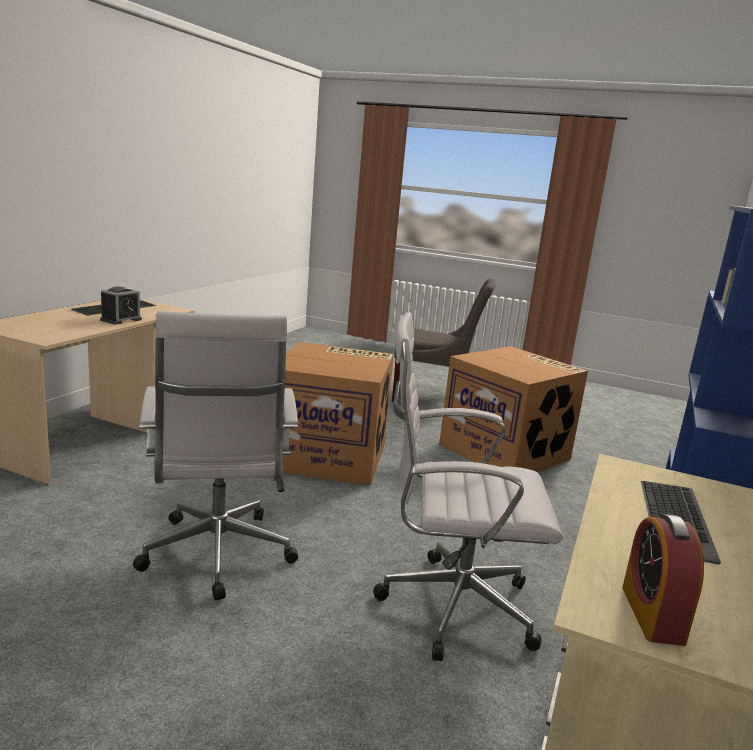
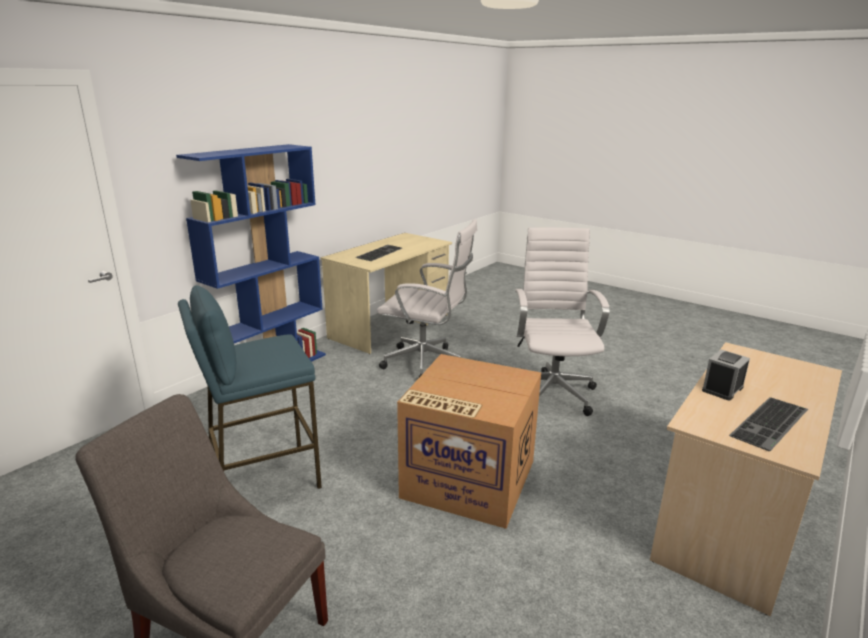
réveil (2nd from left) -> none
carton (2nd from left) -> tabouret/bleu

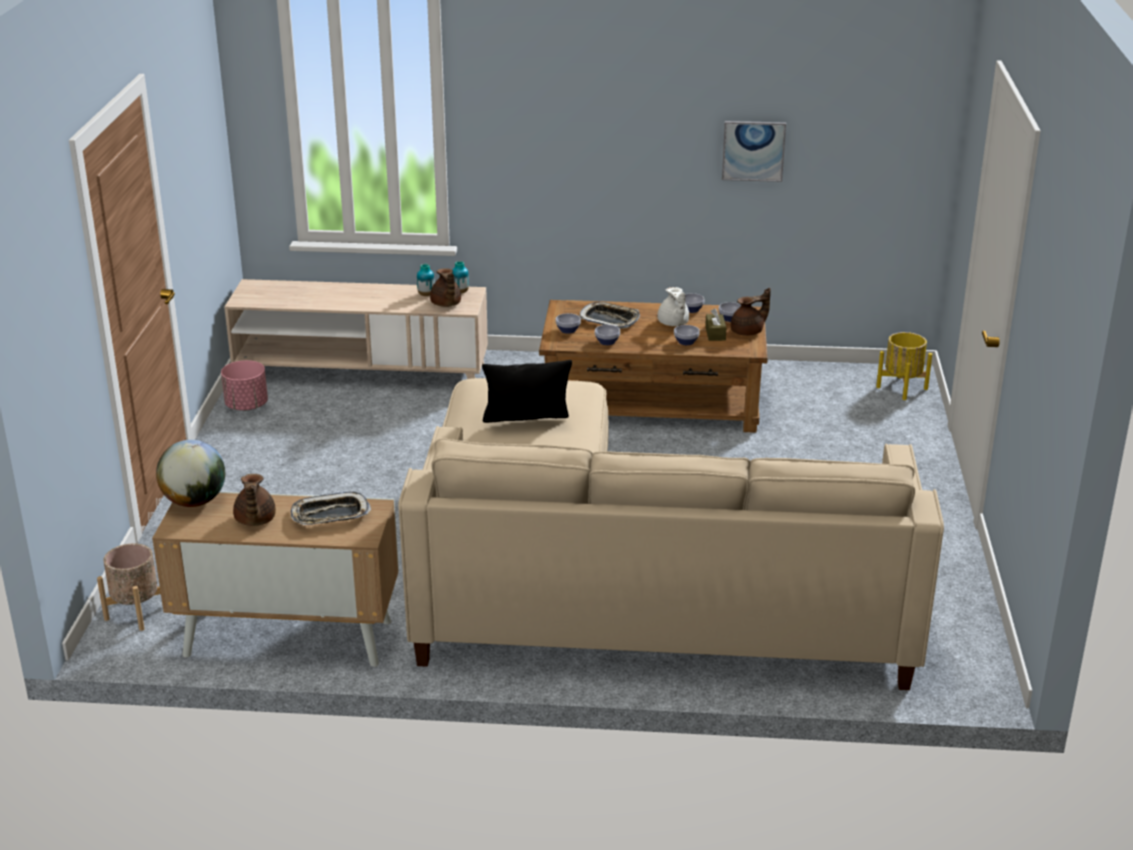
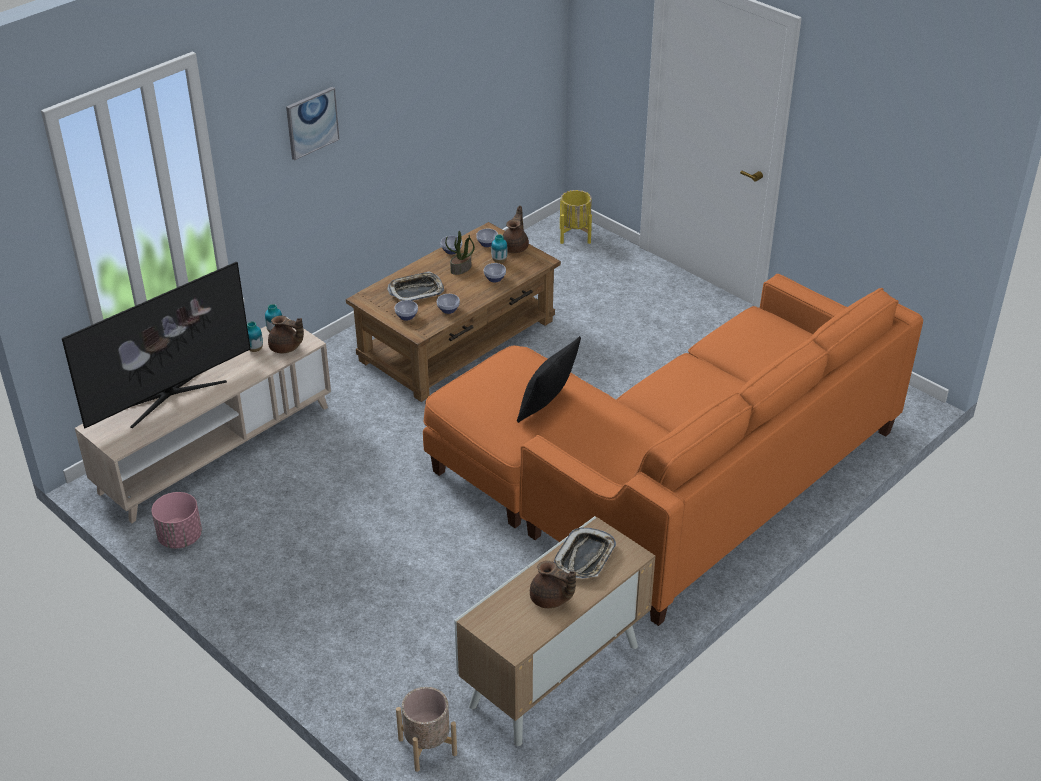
globe -> none
none -> téléviseur
tableau, moved
théière/blanc -> plante en pot
boîte à mouchoirs/marron -> vase (3rd from left)
canapé/beige -> canapé/orange

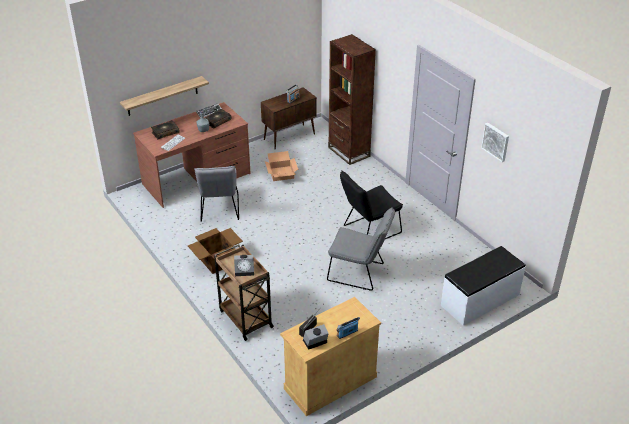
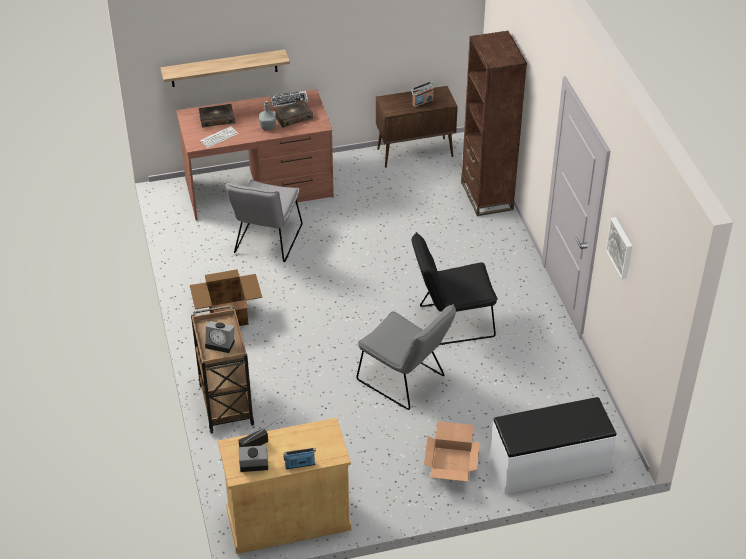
carton (2nd from left), moved

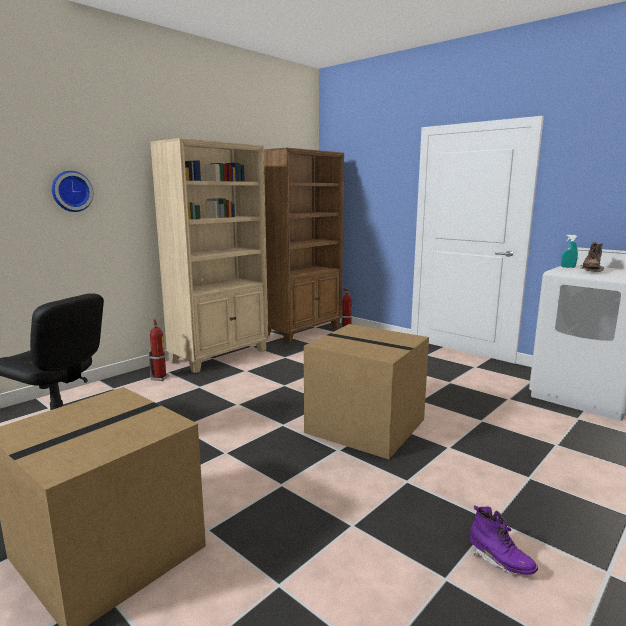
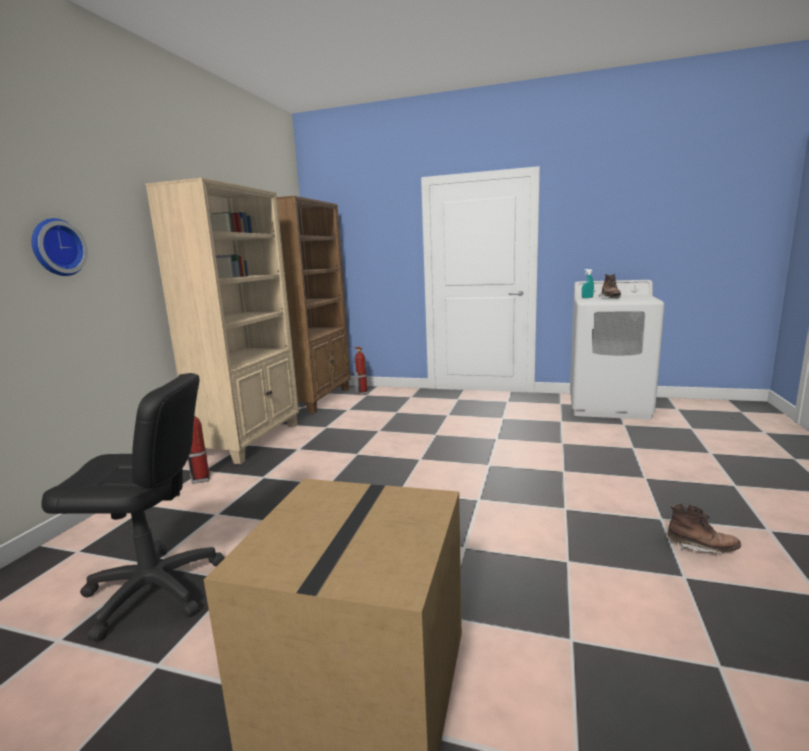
carton (2nd from left) -> none
botte/violet -> botte/marron (2nd from left)

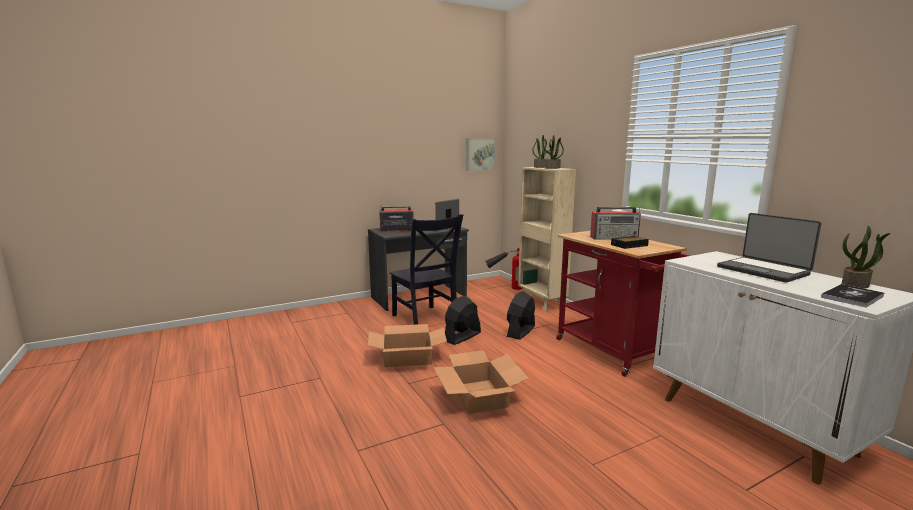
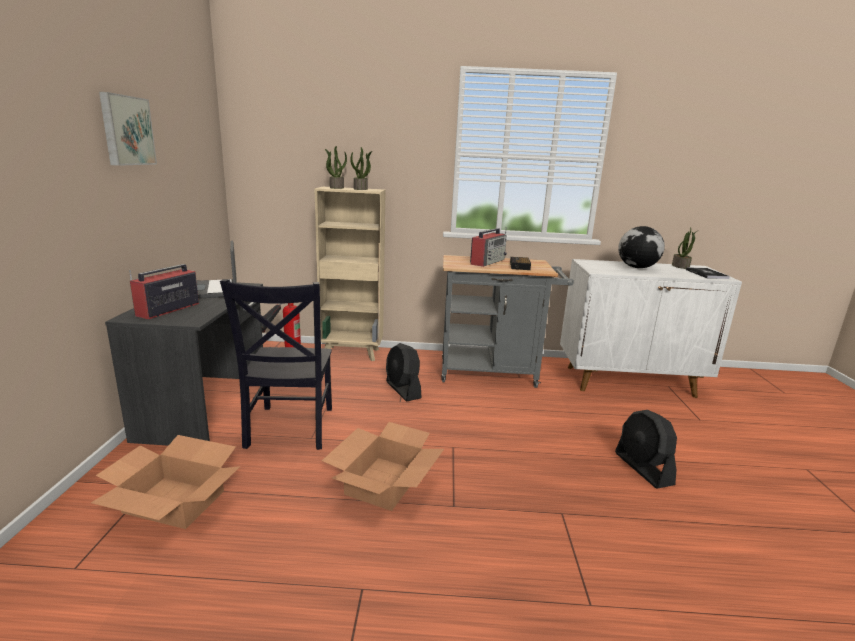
carton (2nd from left in the first image) -> carton (1st from left), moved
ventilateur/noir (1st from left in the first image) -> ventilateur/noir (2nd from left), moved
tableau, moved
ordinateur portable (2nd from left) -> globe
chariot/rouge -> chariot/gris
chaise/noir, 90 degrees clockwise

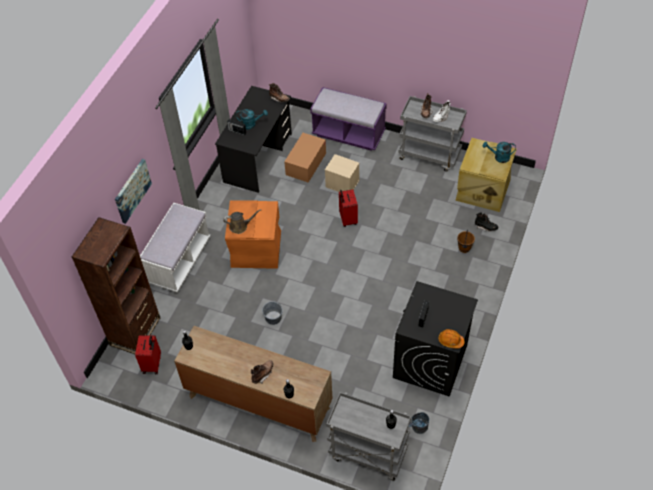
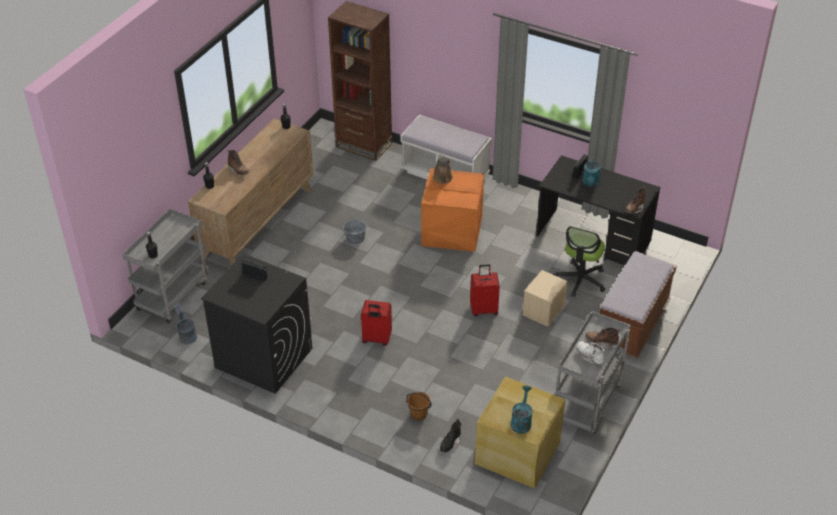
tableau -> none
casque de chantier/orange -> none
valise/rouge (1st from left), moved
carton -> chaise de bureau
banc/violet -> banc/marron

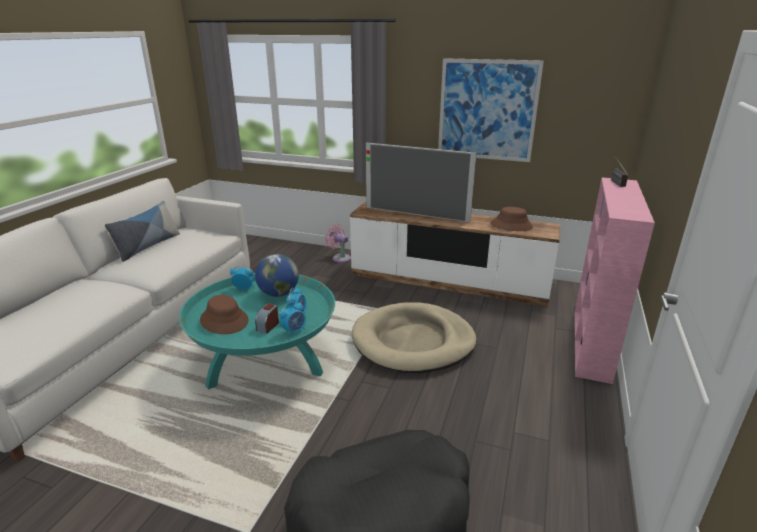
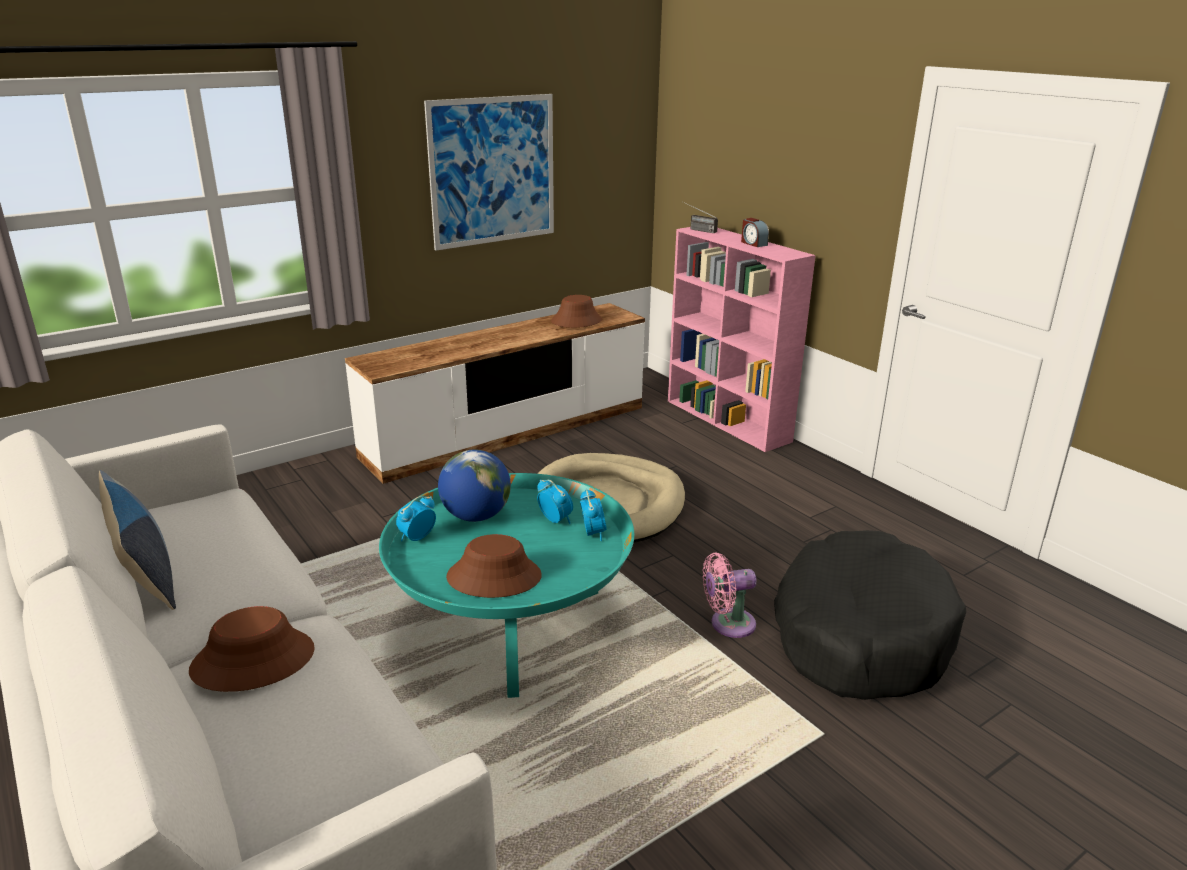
téléviseur -> none
none -> chapeau/marron (1st from left)
réveil (2nd from left in the first image) -> réveil (4th from left), moved
ventilateur/rose, moved

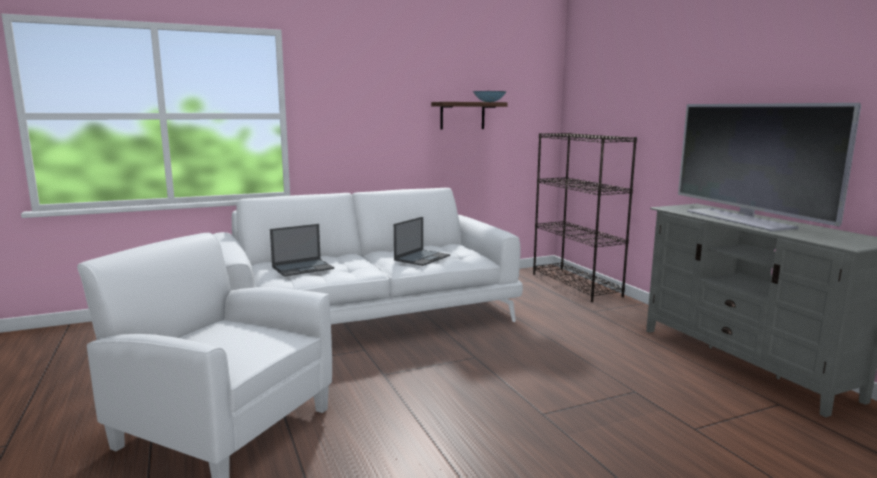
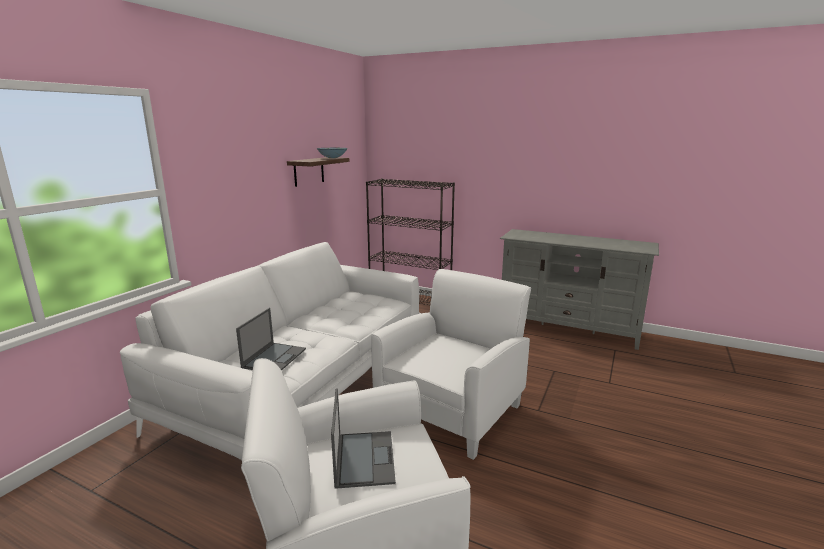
téléviseur -> none
none -> fauteuil/blanc (2nd from left)
ordinateur portable (2nd from left), moved

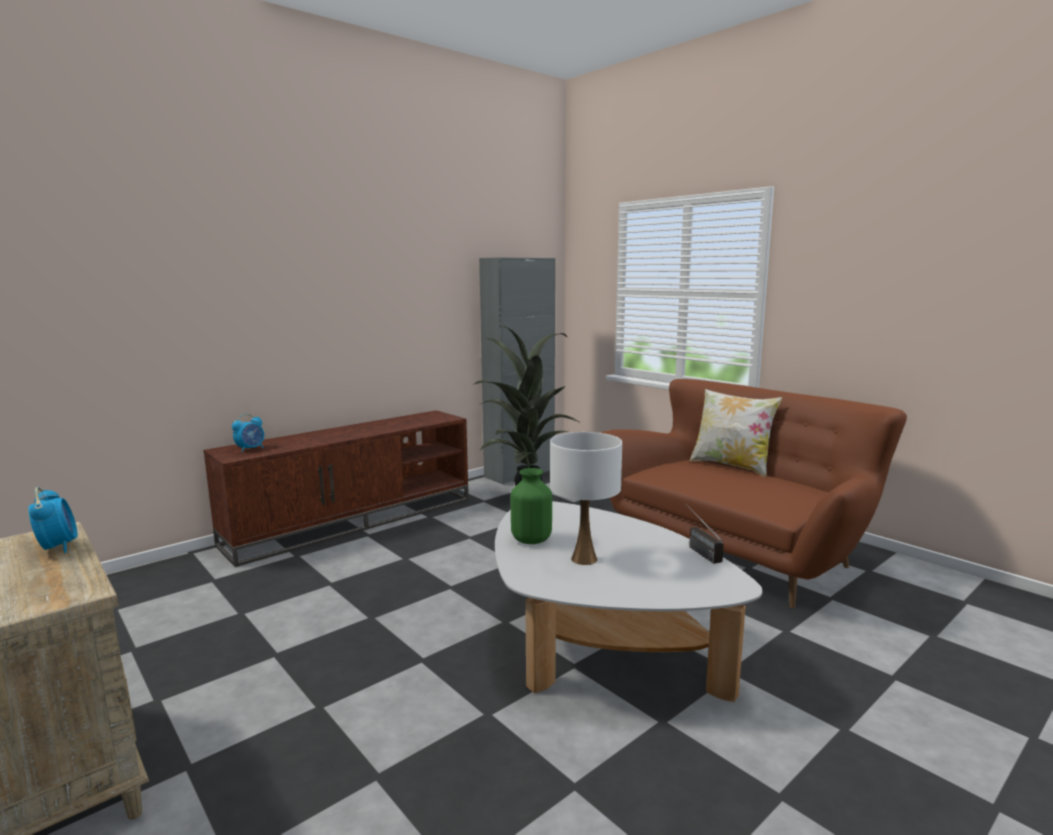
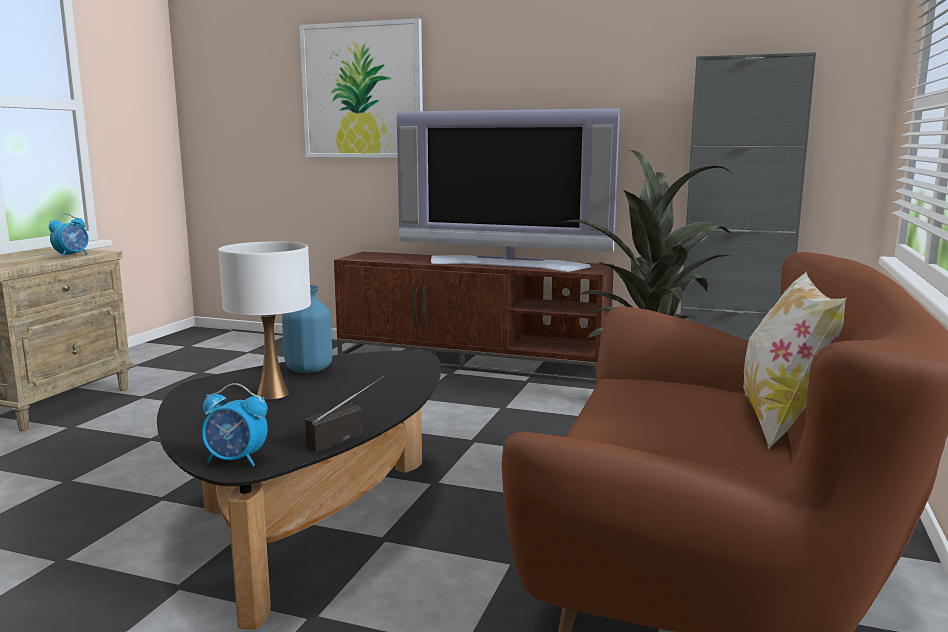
none -> tableau
none -> téléviseur
réveil (2nd from left), moved
table basse/blanc -> table basse/noir
vase/vert -> vase/bleu

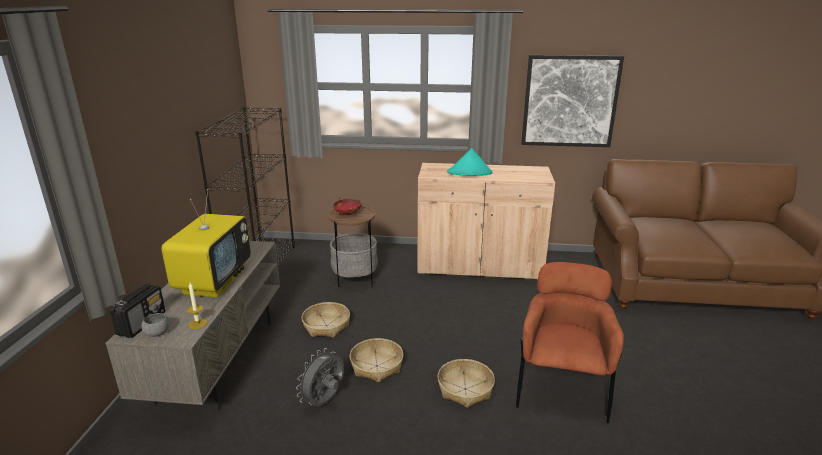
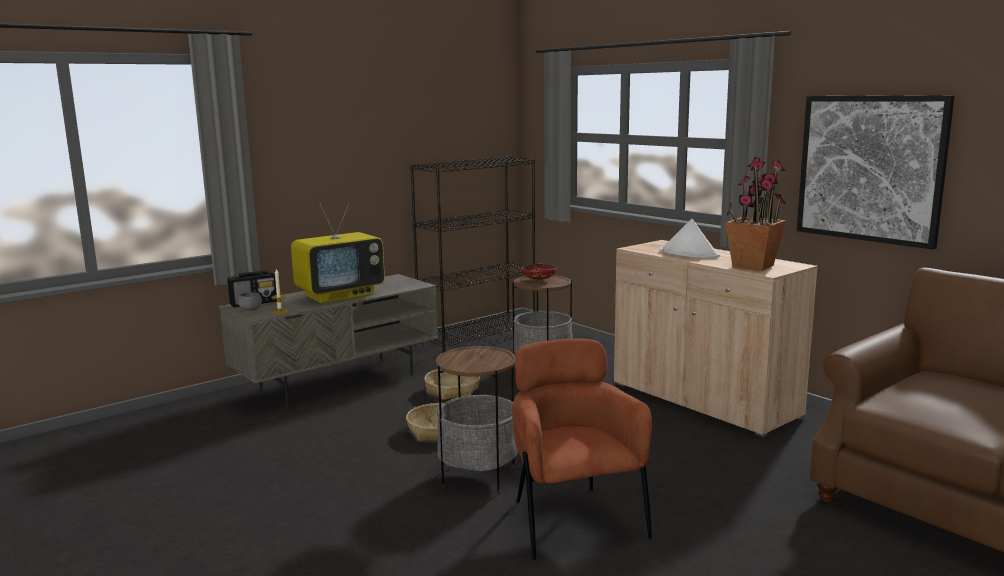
ventilateur/gris -> none
none -> plante en pot
panier (3rd from left) -> table d'appoint (1st from left)
chapeau/turquoise -> chapeau/blanc
fauteuil/marron, 75 degrees counterclockwise

